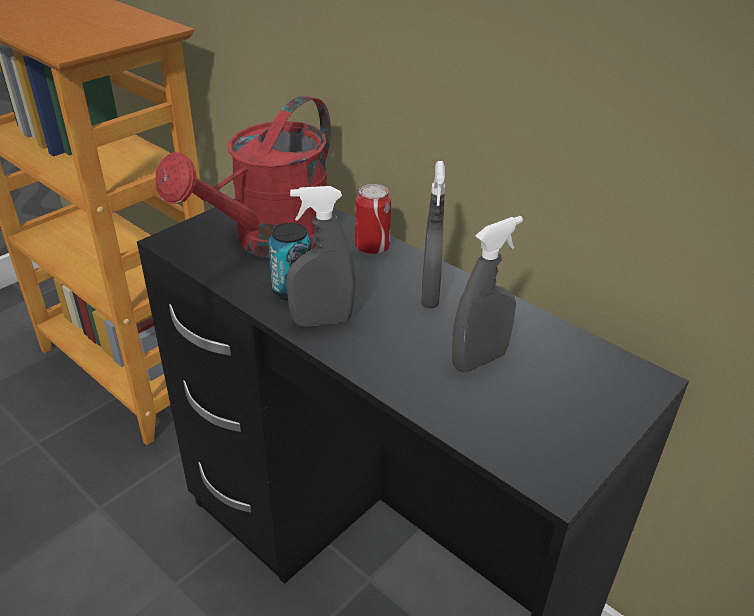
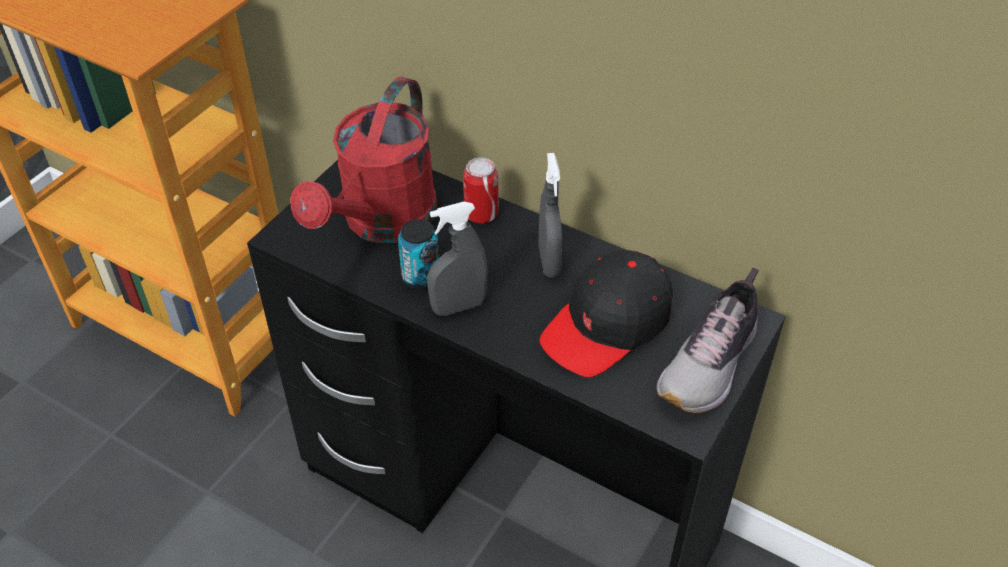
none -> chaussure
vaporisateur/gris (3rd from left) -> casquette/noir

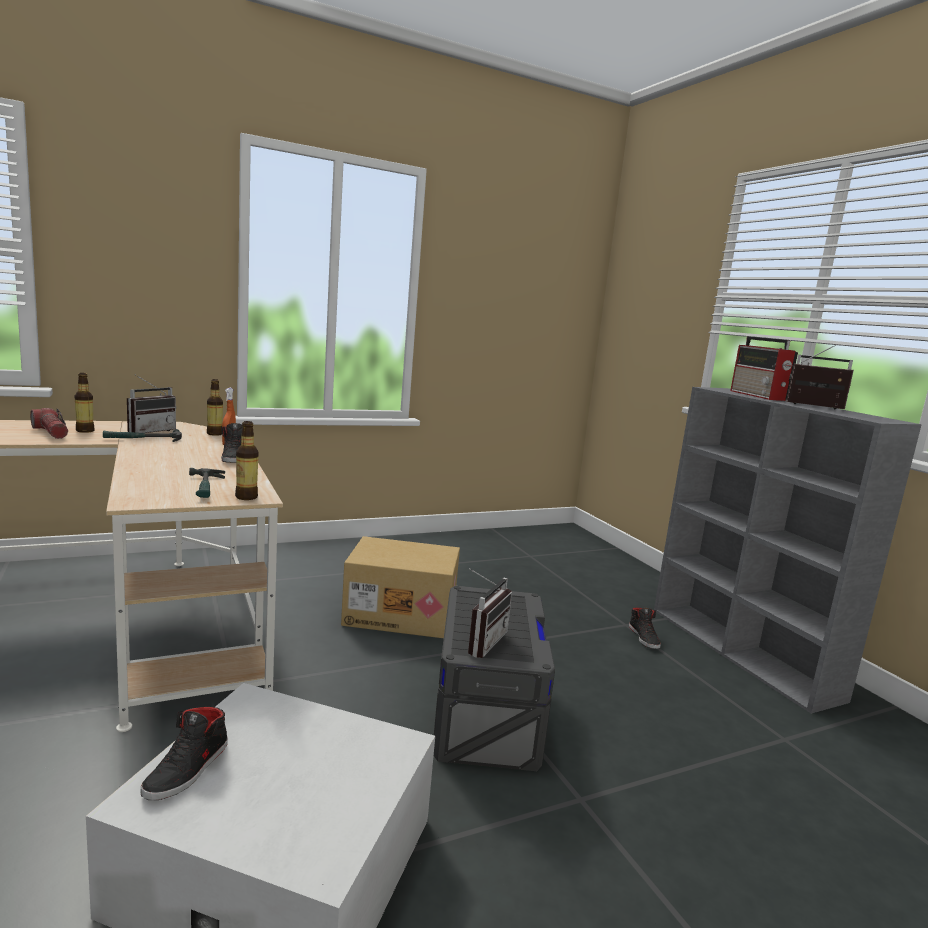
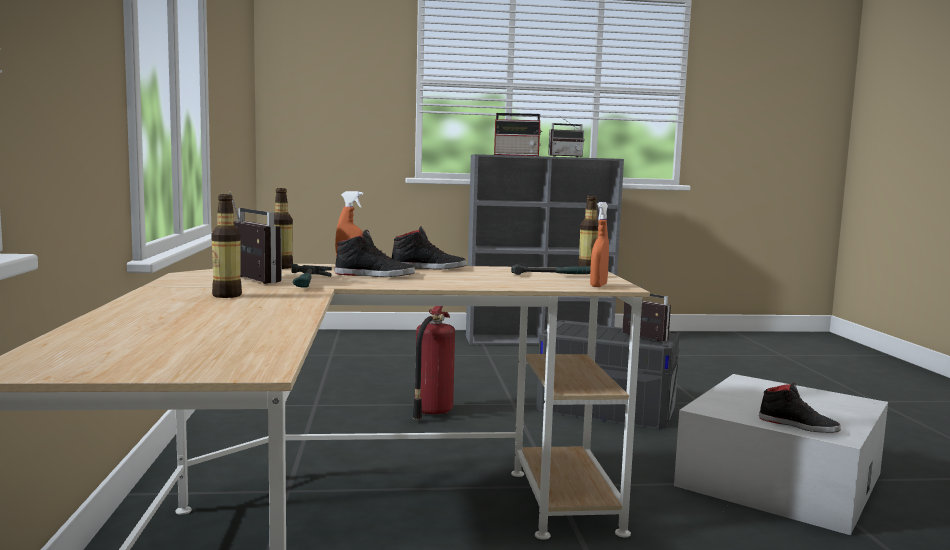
lampe de poche -> none
none -> vaporisateur/orange (2nd from left)
chaussure/noir (3rd from left in the first image) -> chaussure/noir (1st from left), moved
carton -> extincteur
radio (4th from left in the first image) -> radio (3rd from left), 150 degrees counterclockwise

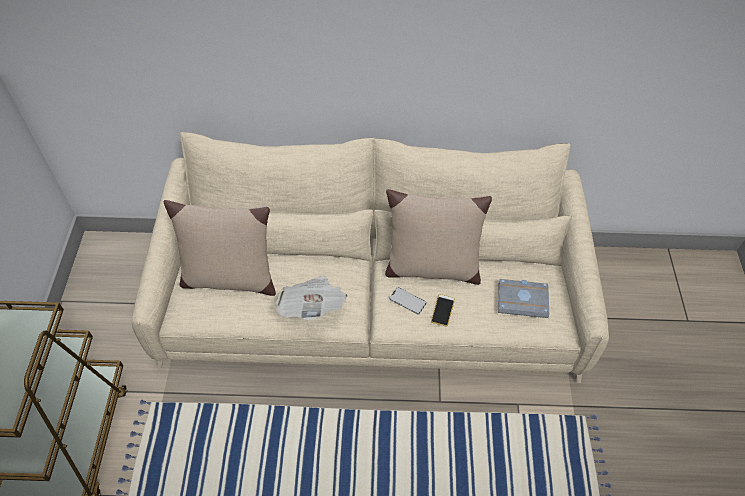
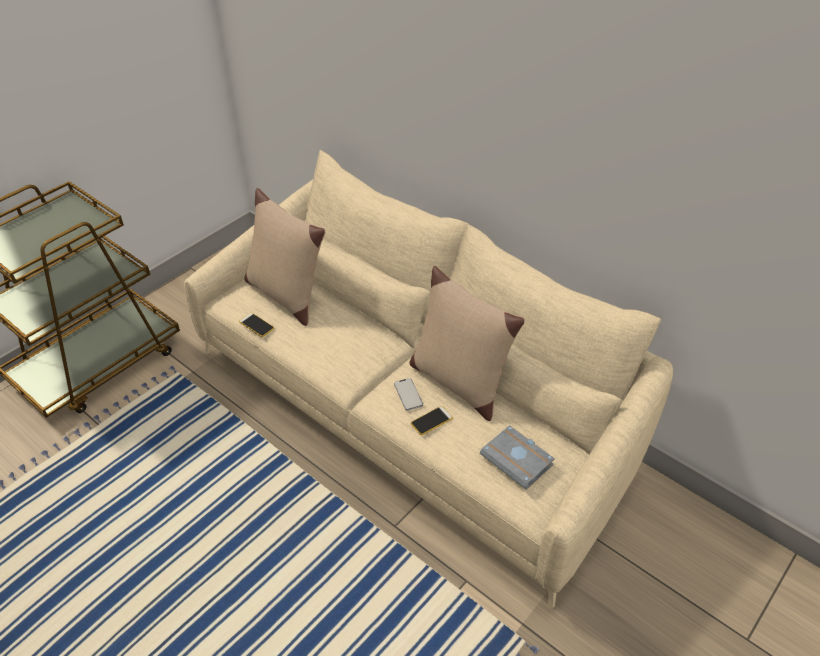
journal -> none
none -> téléphone (1st from left)

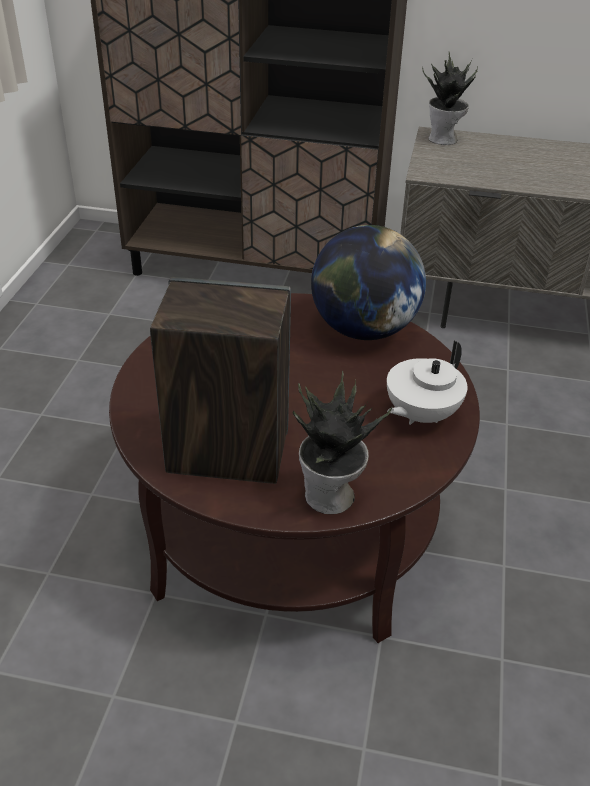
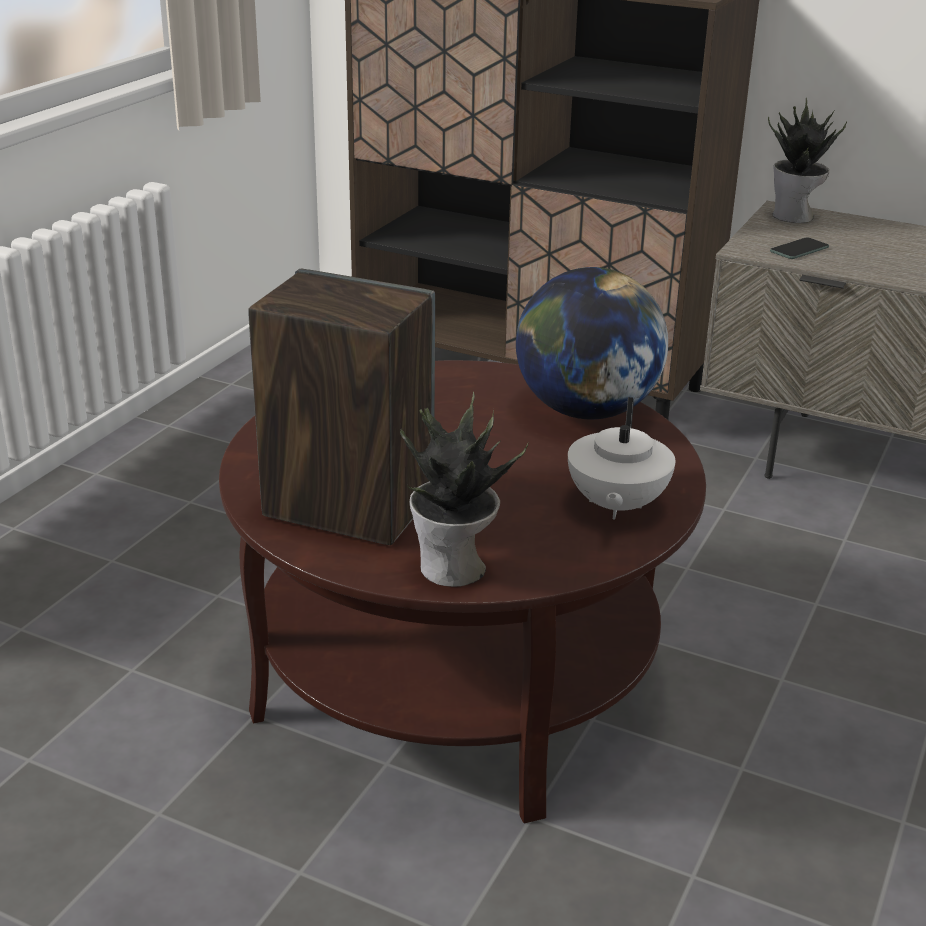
none -> téléphone
théière/blanc, 45 degrees counterclockwise

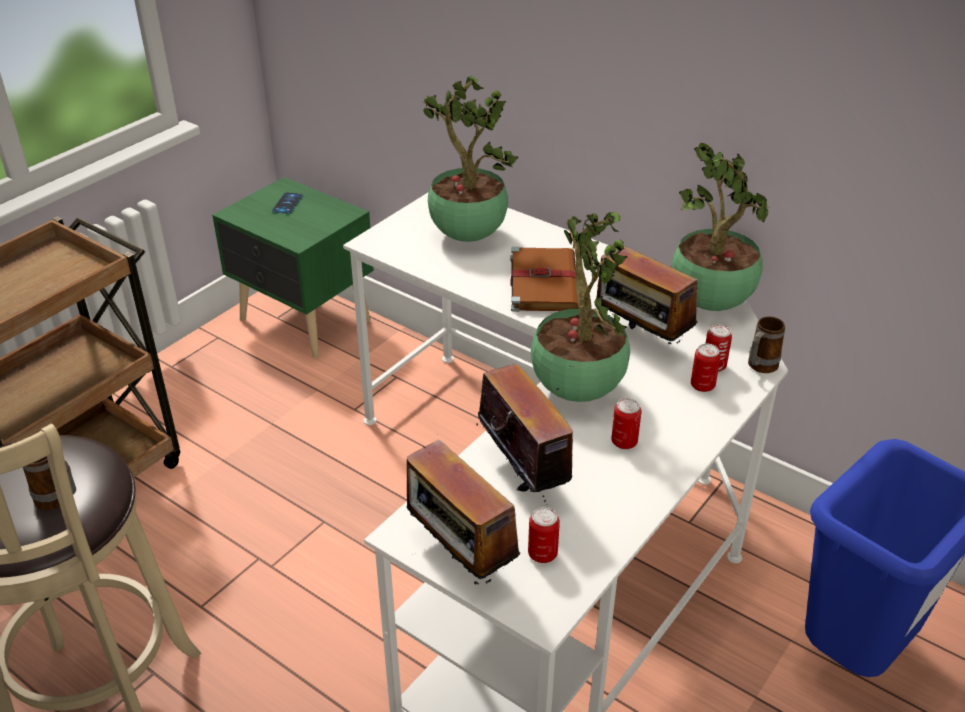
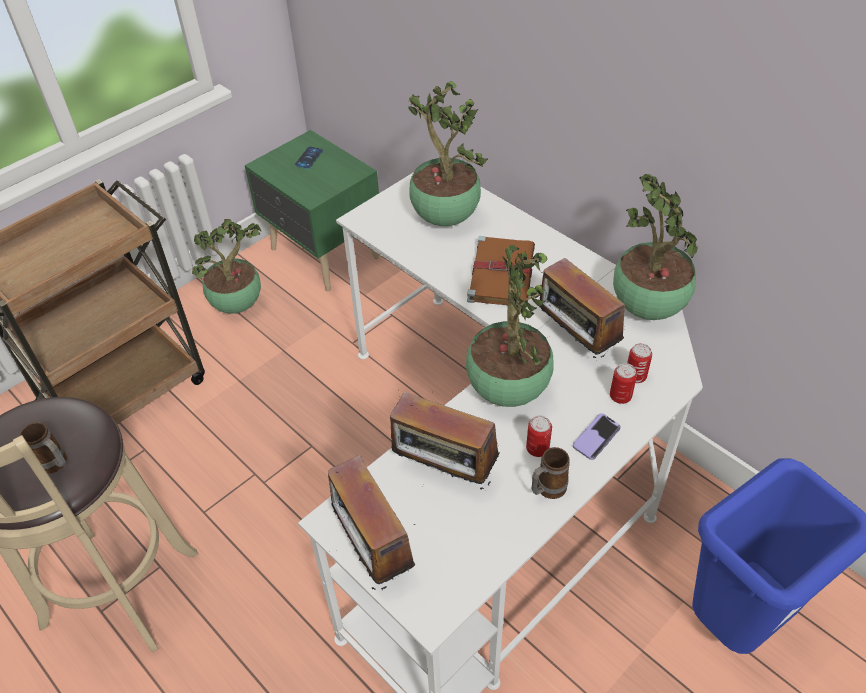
boîte métallique (1st from left) -> none
none -> plante en pot (1st from left)
none -> téléphone (2nd from left)
mug (2nd from left), moved
radio (2nd from left), 135 degrees clockwise

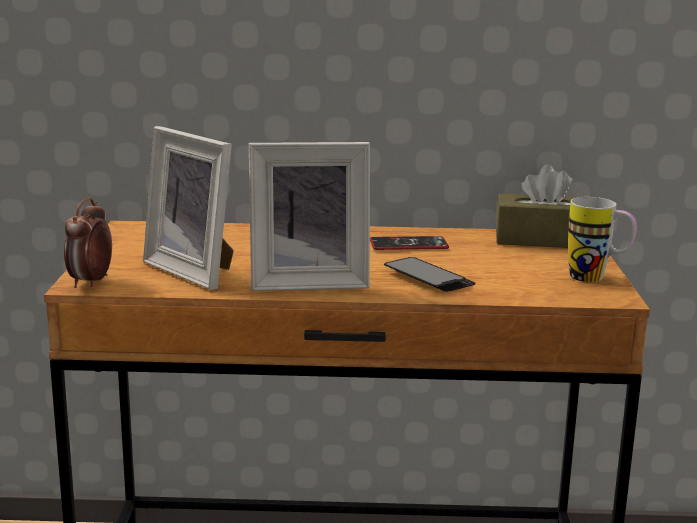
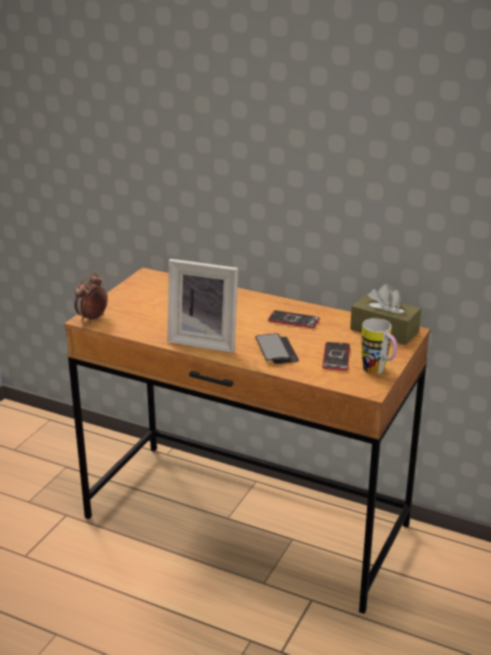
cadre photo (1st from left) -> none
none -> téléphone (3rd from left)

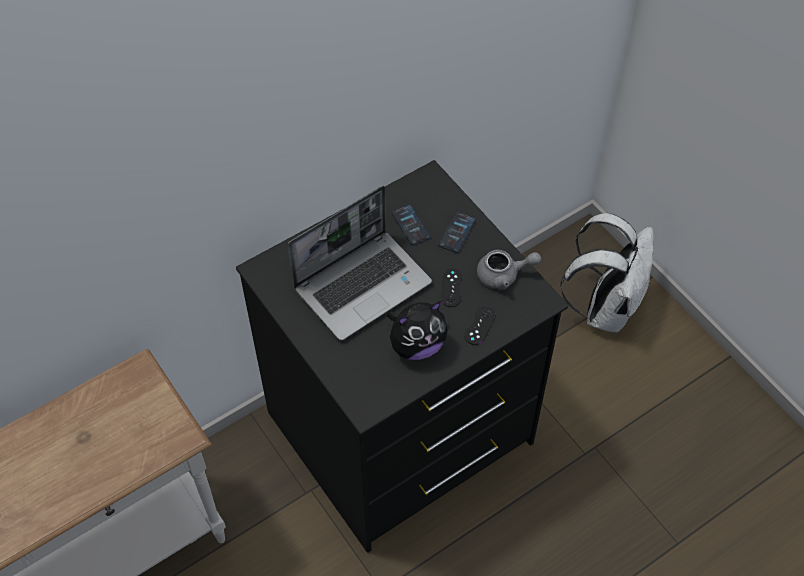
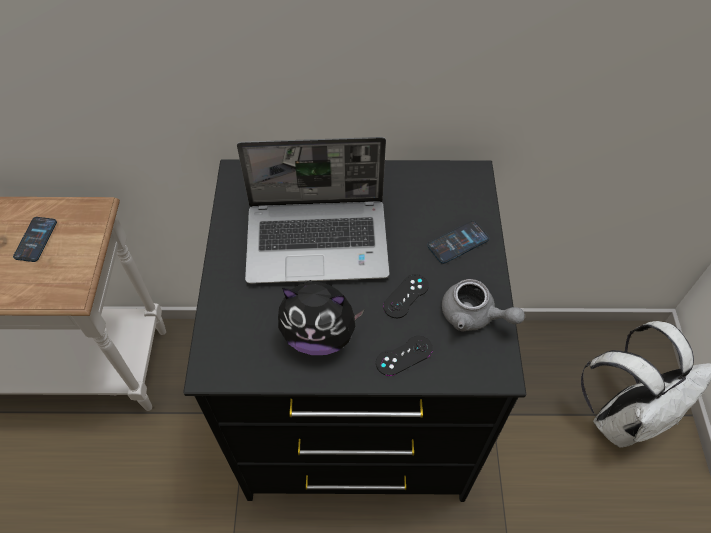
téléphone (1st from left), moved

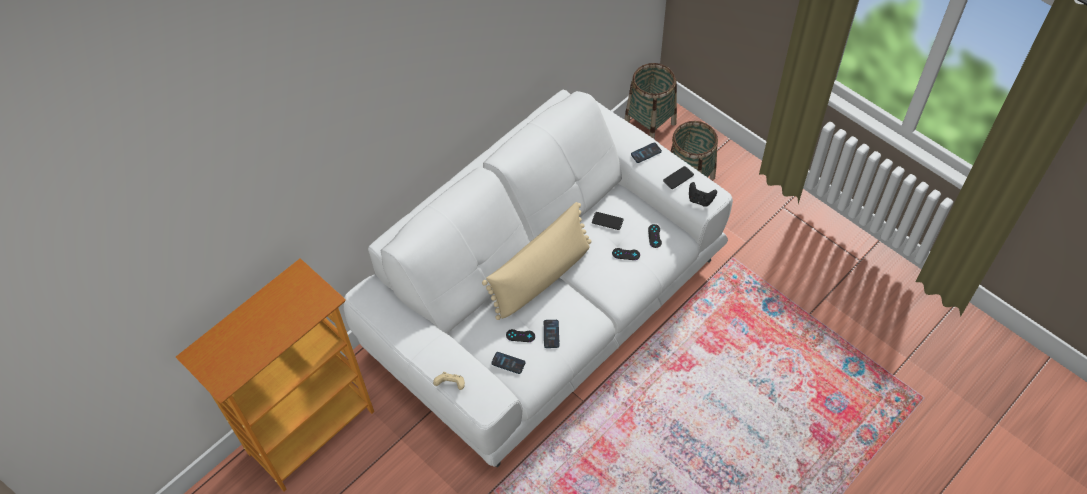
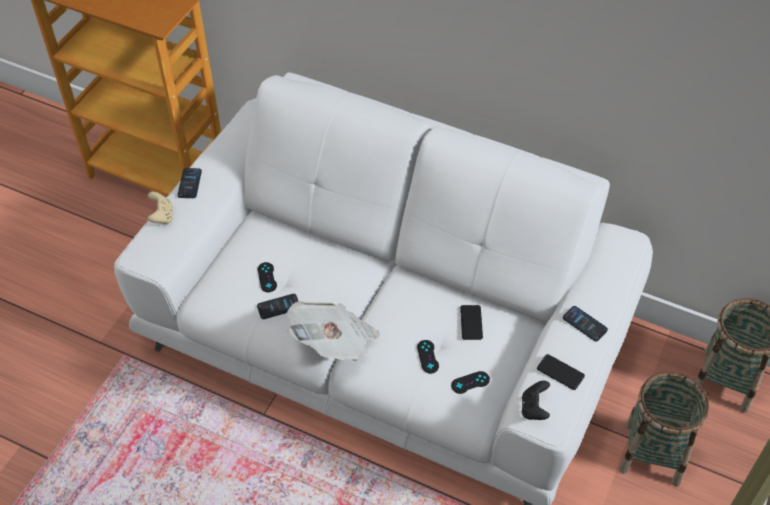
coussin/beige -> none
none -> journal
téléphone (1st from left), moved

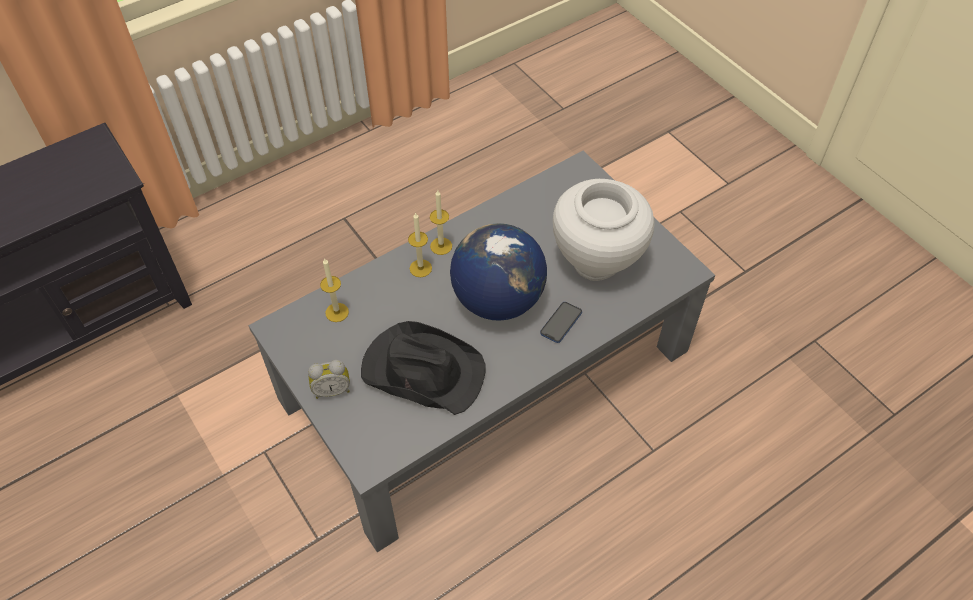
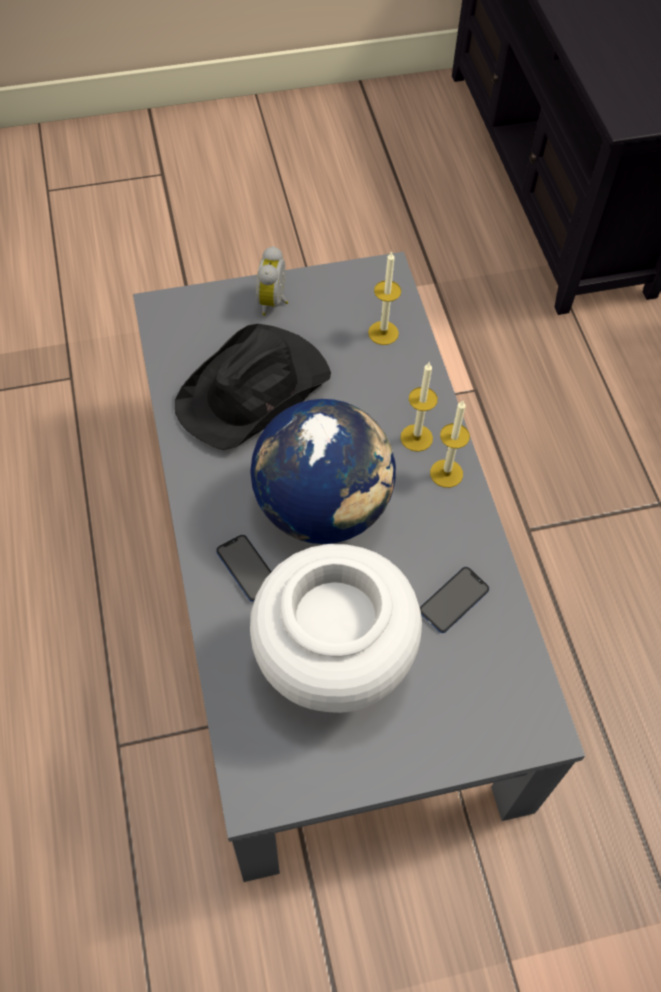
none -> téléphone (2nd from left)

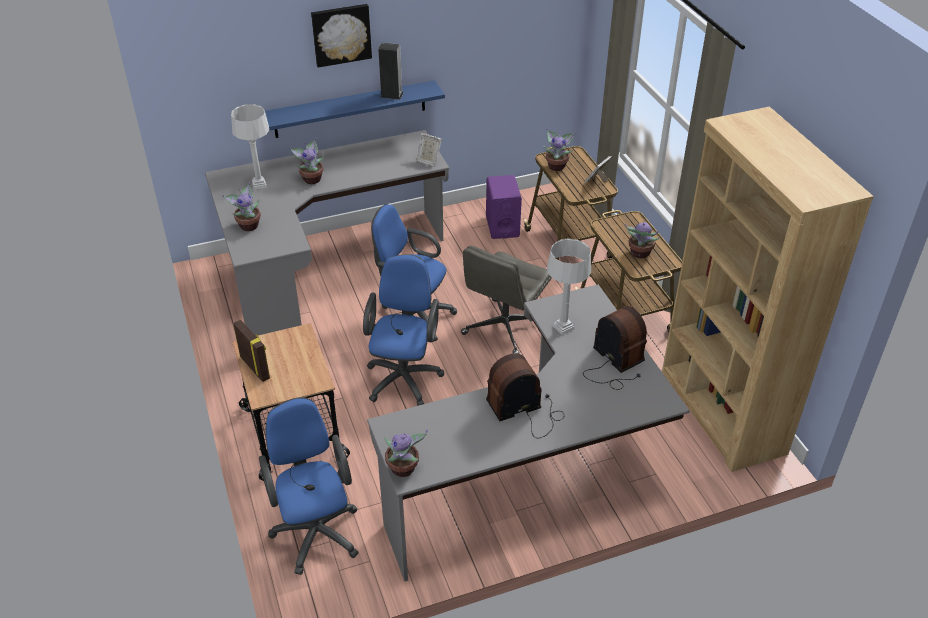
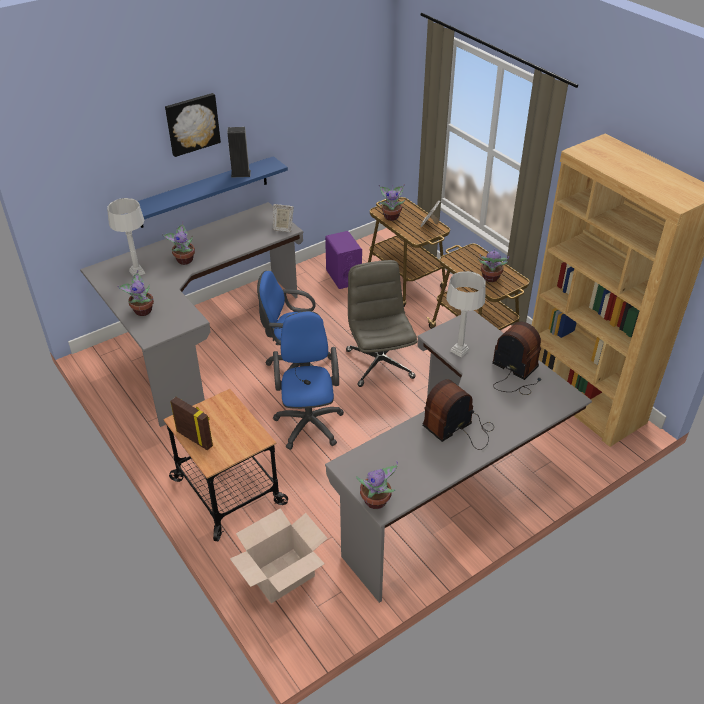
chaise de bureau/bleu (1st from left) -> carton
chaise de bureau/gris, 150 degrees clockwise

